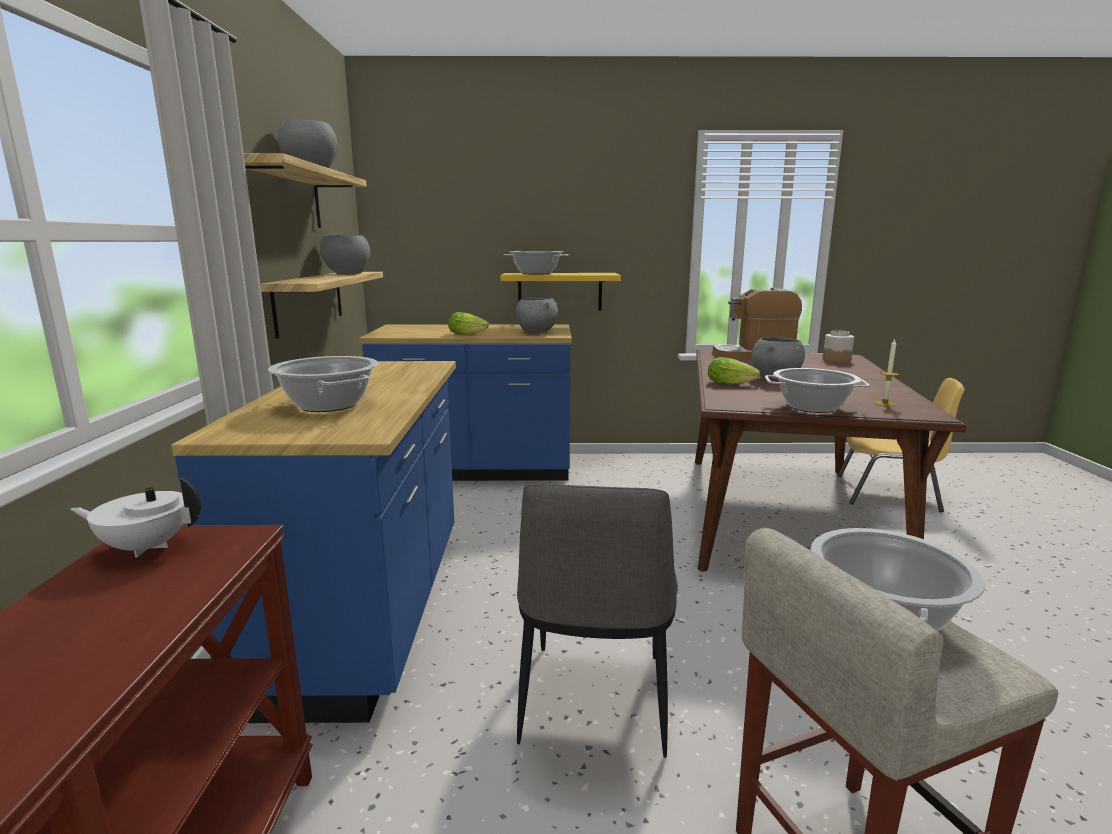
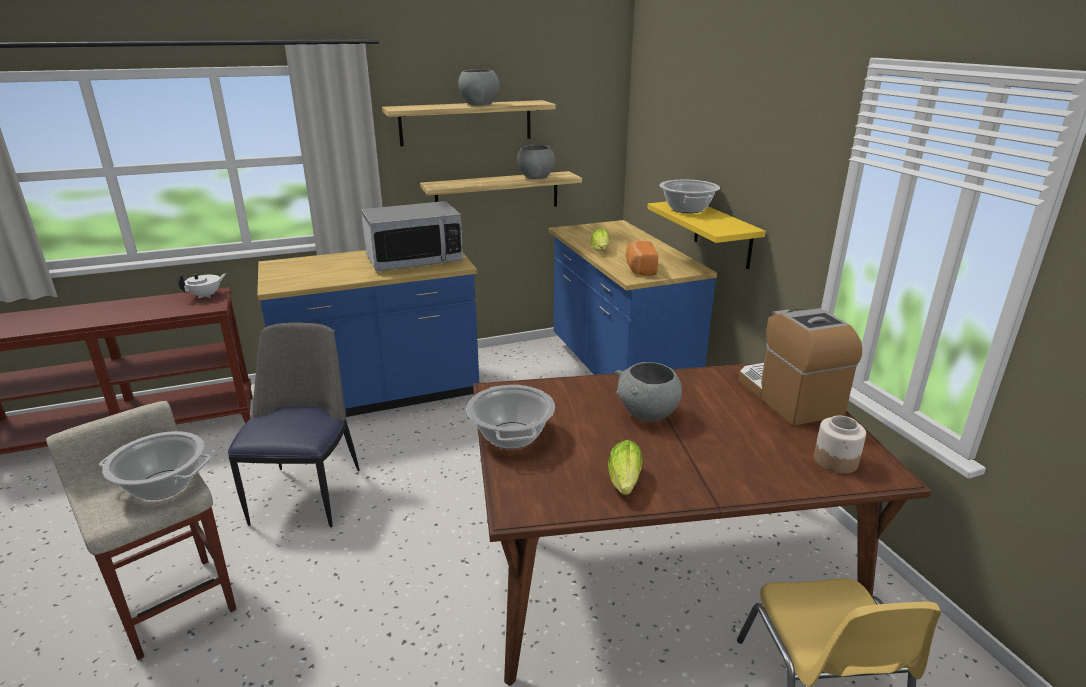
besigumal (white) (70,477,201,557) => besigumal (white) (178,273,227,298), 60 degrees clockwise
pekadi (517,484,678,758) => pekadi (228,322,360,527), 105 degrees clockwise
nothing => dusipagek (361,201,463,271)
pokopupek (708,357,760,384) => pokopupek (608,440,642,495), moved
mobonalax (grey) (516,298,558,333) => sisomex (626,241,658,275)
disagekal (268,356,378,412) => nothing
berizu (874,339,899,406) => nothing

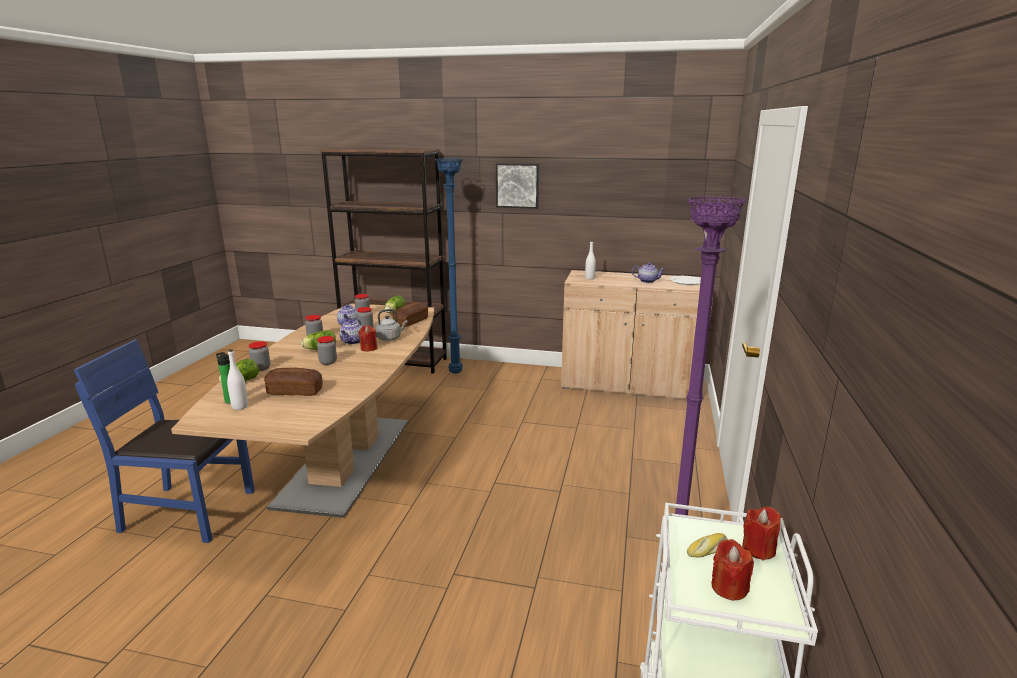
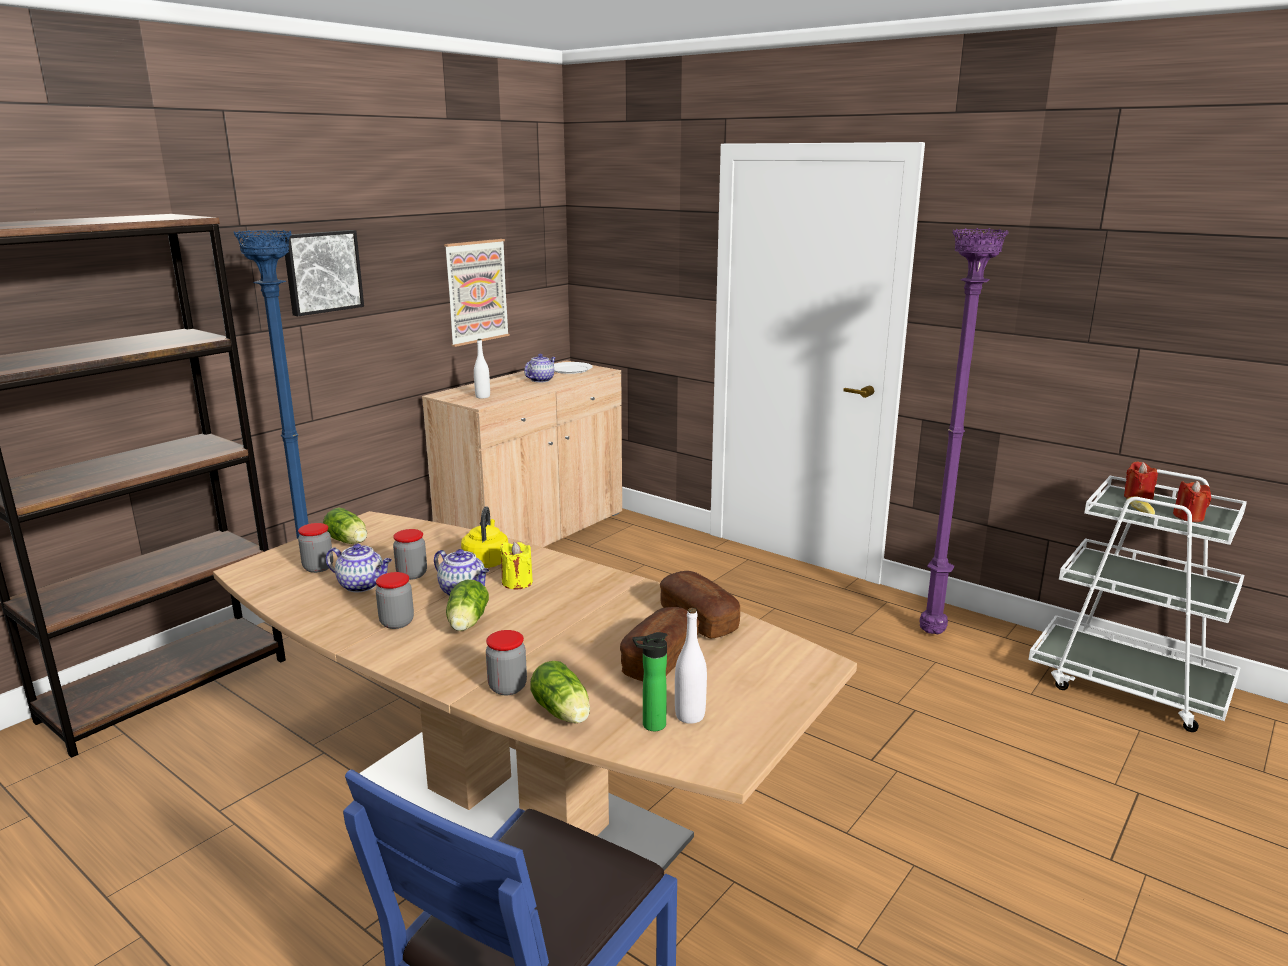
nothing => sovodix (444,239,510,347)
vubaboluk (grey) (375,309,408,341) => vubaboluk (yellow) (461,506,508,568)
berizu (red) (358,325,378,352) => berizu (yellow) (500,542,533,589)
sisomex (392,302,428,327) => sisomex (660,571,740,639), moved
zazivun (317,336,337,365) => nothing

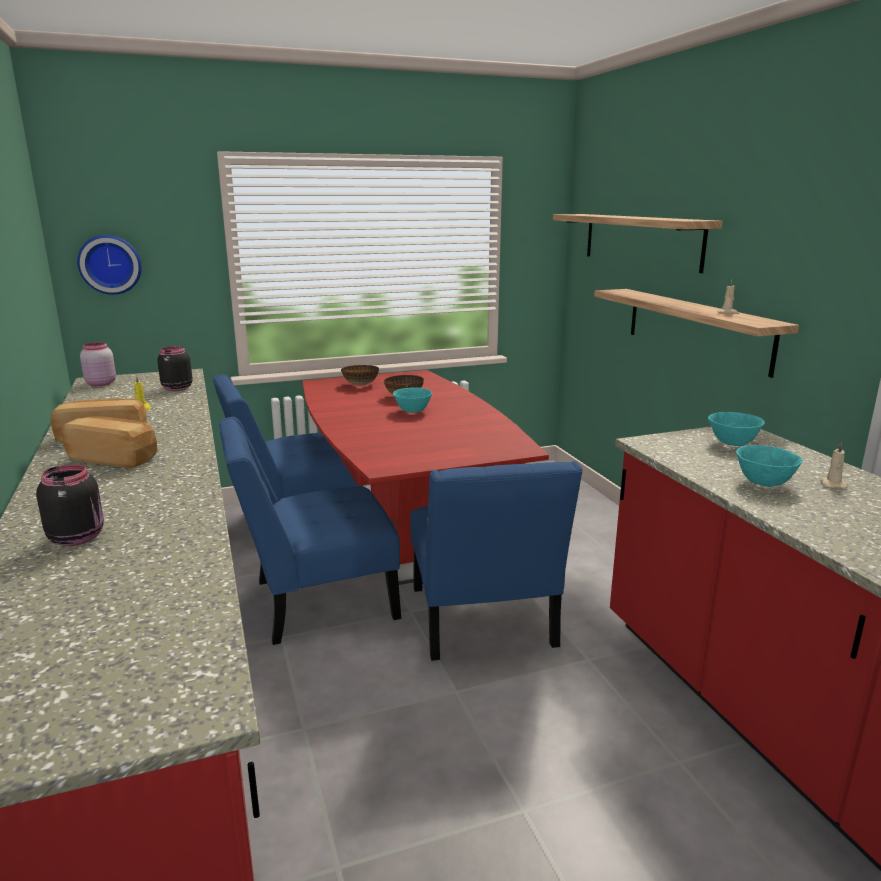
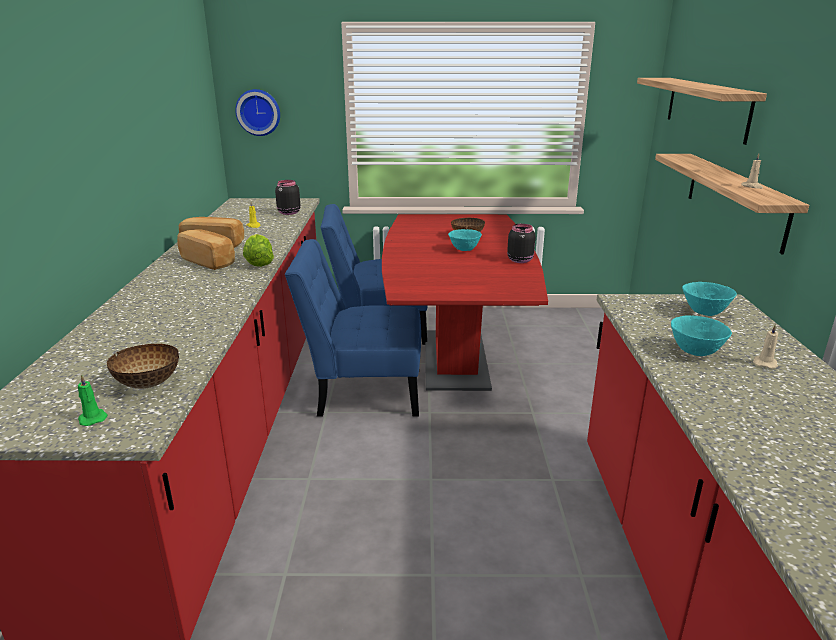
nothing => berizu (green) (78,374,108,426)
mobonalax (341,365,379,386) => mobonalax (107,344,179,389), moved
nothing => pokopupek (243,234,274,267)
zazivun (black) (36,464,104,546) => zazivun (black) (507,224,536,263), moved
zazivun (pink) (80,342,116,386) => nothing
pekadi (blue) (410,461,583,661) => nothing

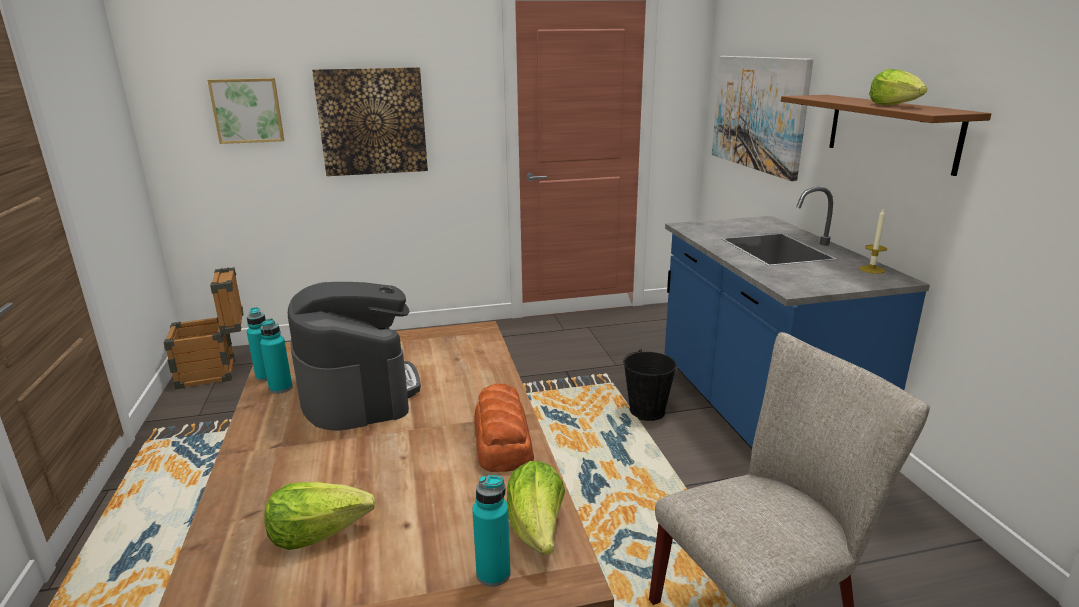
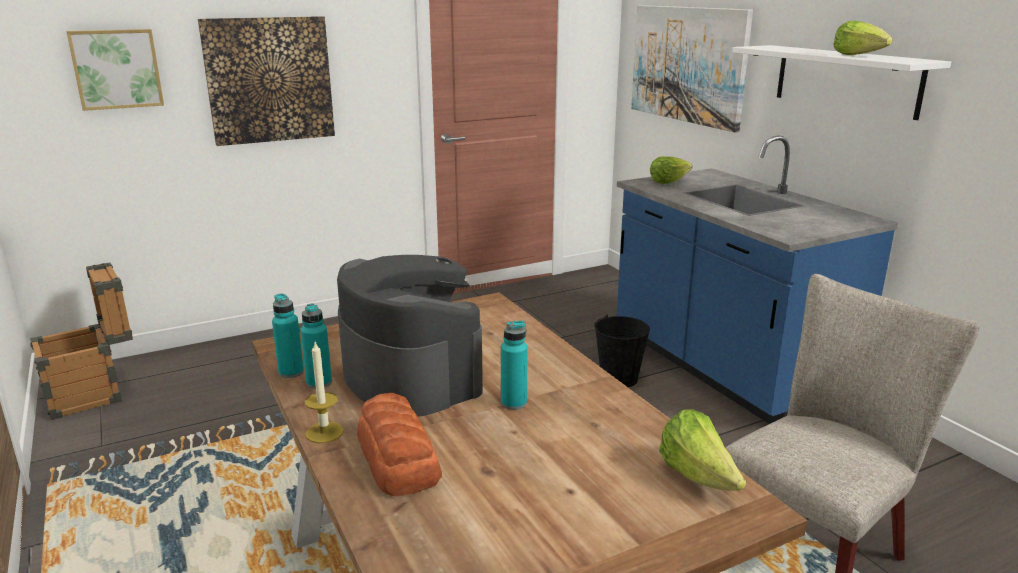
berizu (859,208,887,274) => berizu (304,342,344,443), moved
sisomex (474,384,534,472) => sisomex (357,393,442,497), moved
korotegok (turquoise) (472,475,511,587) => korotegok (turquoise) (501,321,528,410), moved
pokopupek (264,482,376,550) => pokopupek (650,156,692,184), moved
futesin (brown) (781,95,991,176) => futesin (white) (732,45,951,120)

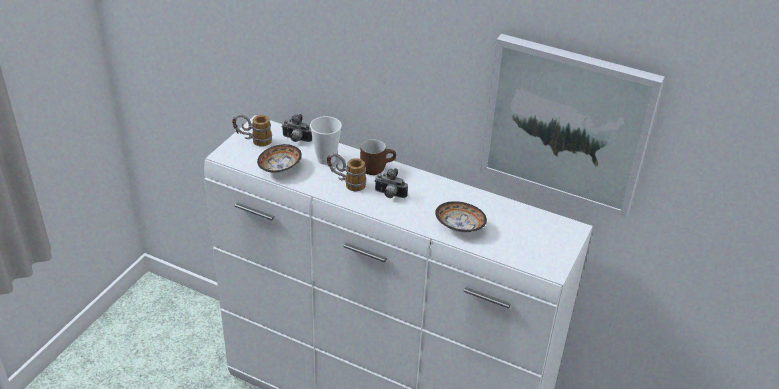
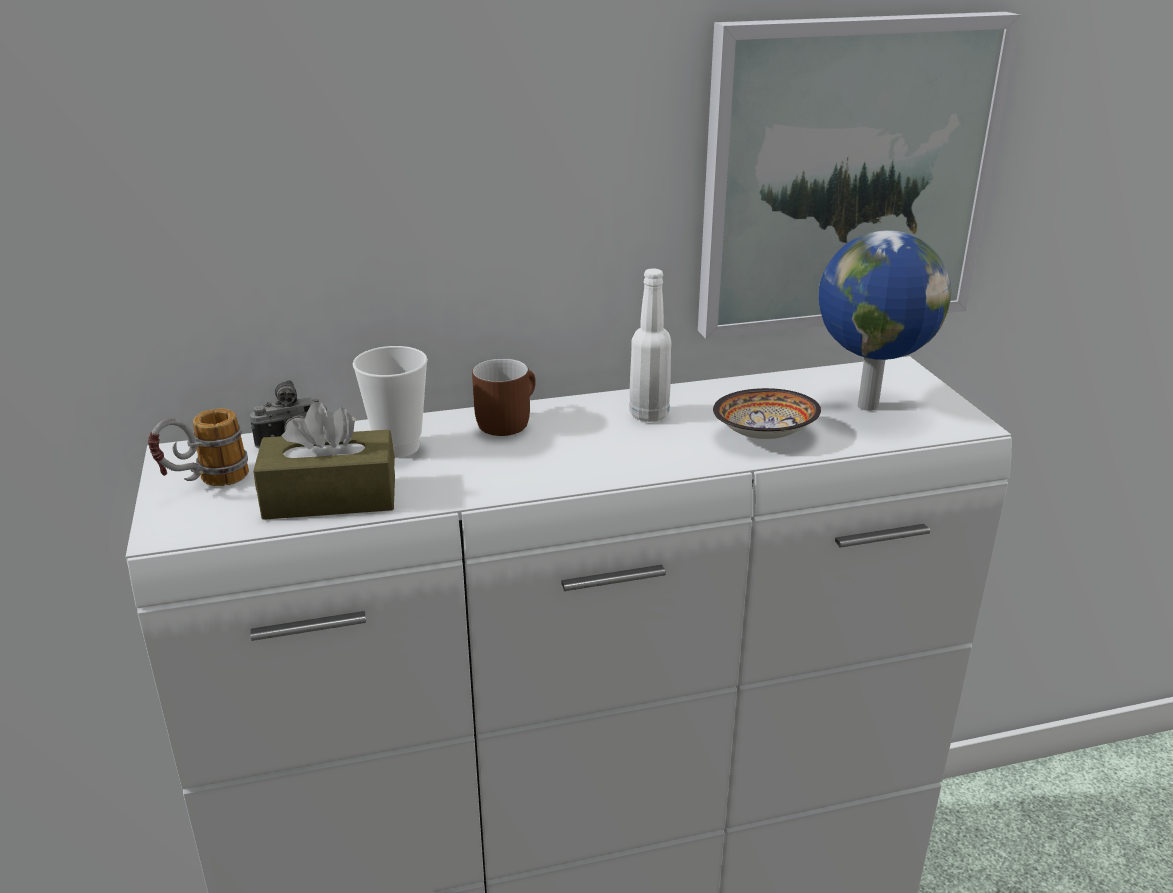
mobonalax (257,144,302,173) => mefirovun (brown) (253,402,395,520)
nothing => korotegok (white) (629,269,671,422)
nothing => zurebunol (818,230,951,411)
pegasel (327,154,366,191) => nothing
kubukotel (374,168,408,198) => nothing

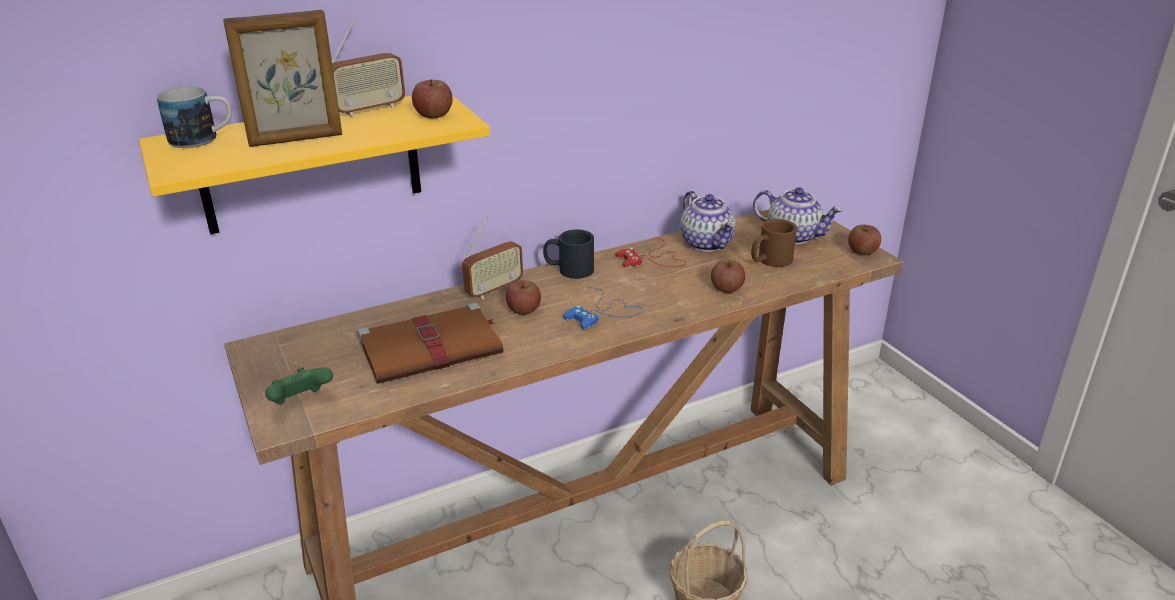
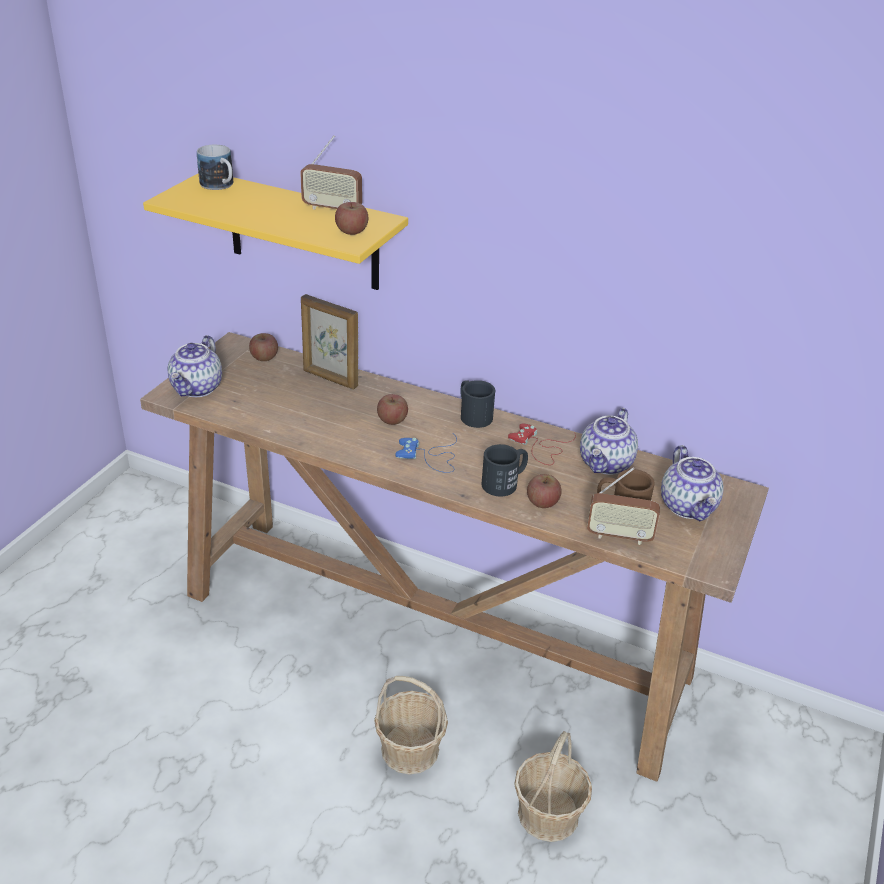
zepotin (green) (265,367,333,404) => besigumal (168,335,222,397)
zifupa (848,225,881,255) => zifupa (249,333,278,361), moved
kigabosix (223,10,342,147) => kigabosix (301,294,358,390), moved
nothing => pegasel (black) (482,444,528,497)
nothing => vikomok (514,731,592,842)
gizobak (462,218,523,299) => gizobak (587,467,660,545), moved
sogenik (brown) (358,303,503,384) => nothing

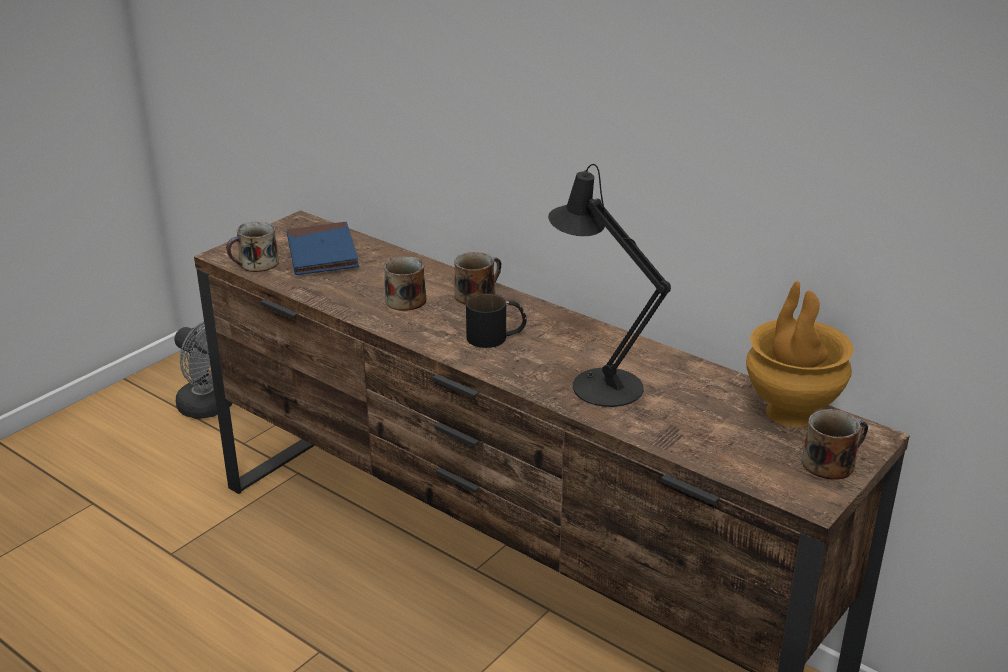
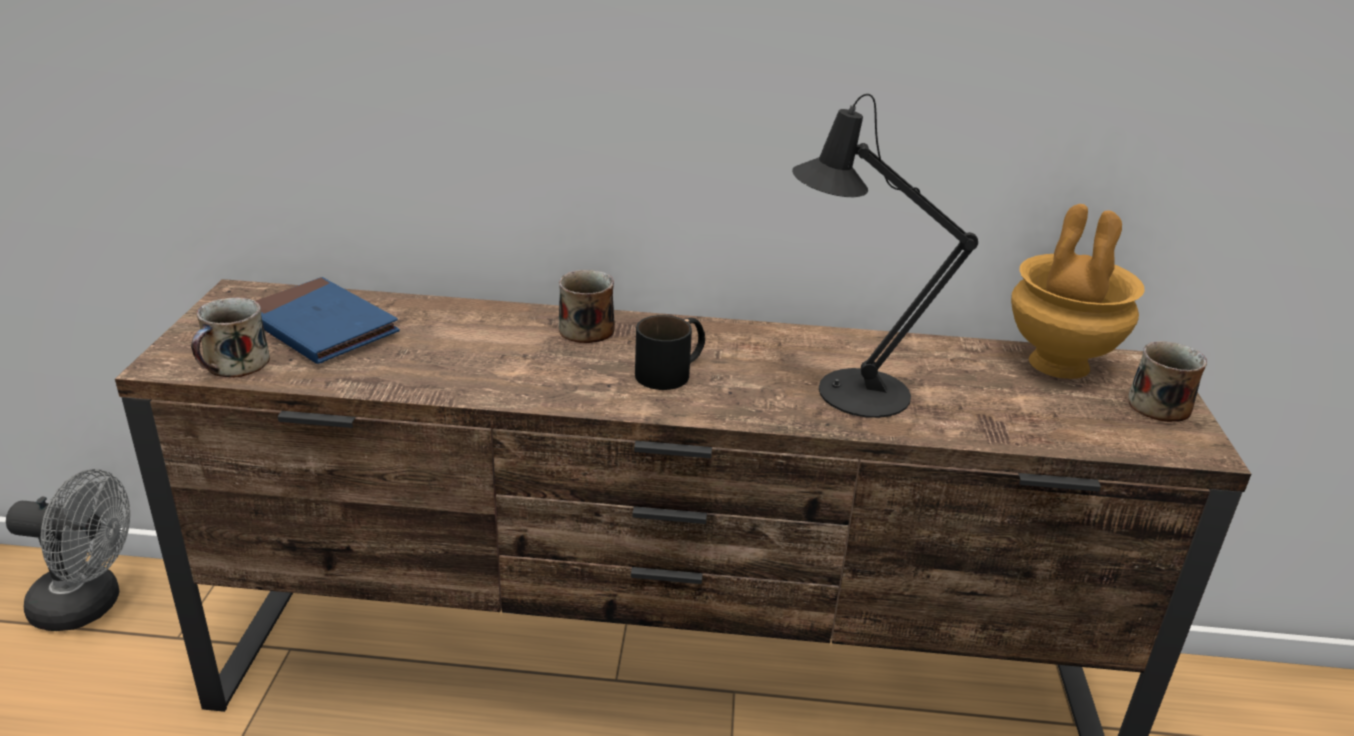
pegasel (384,257,426,311) => nothing

